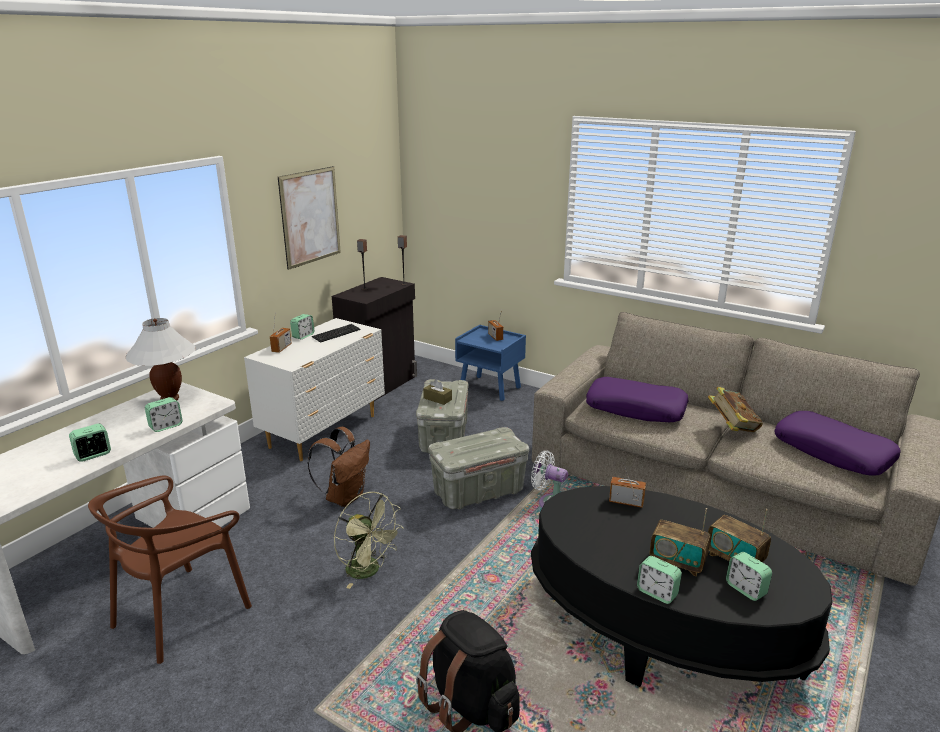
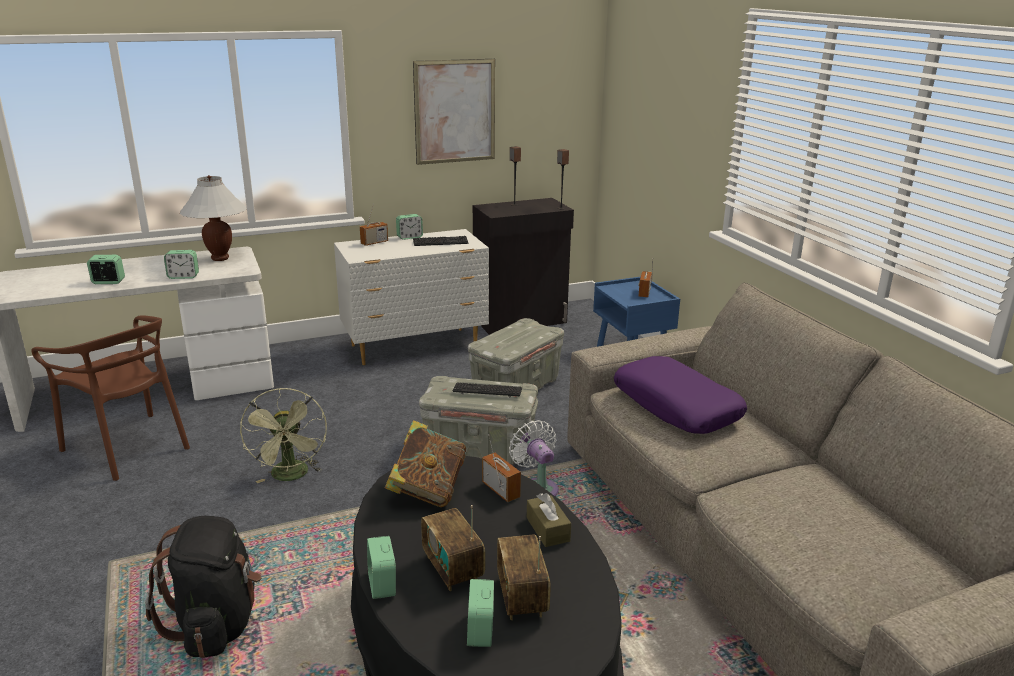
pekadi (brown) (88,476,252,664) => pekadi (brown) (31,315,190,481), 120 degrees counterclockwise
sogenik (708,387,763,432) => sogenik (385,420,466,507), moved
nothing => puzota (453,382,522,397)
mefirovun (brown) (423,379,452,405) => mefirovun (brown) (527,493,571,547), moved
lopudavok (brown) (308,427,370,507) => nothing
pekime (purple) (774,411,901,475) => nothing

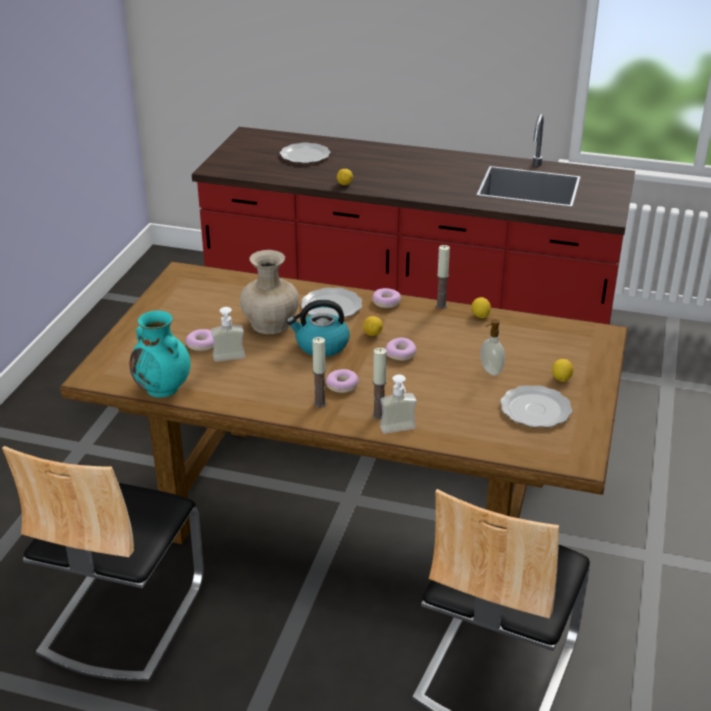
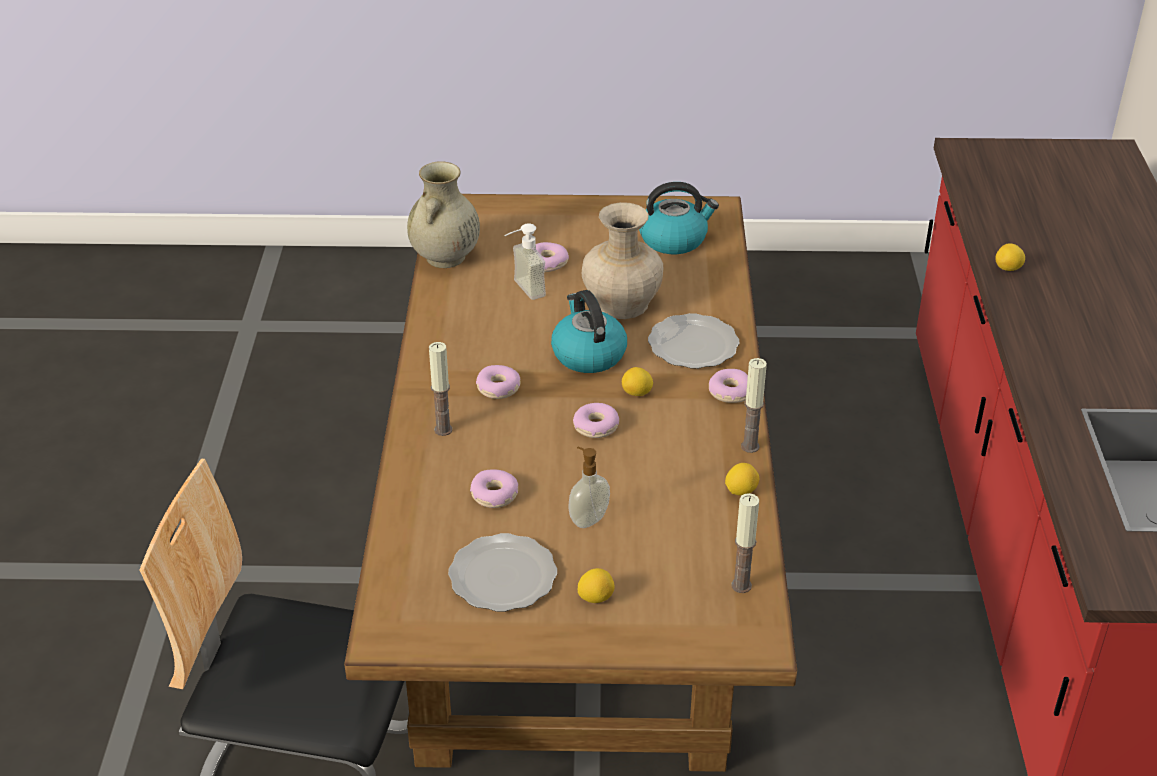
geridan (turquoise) (129,311,191,398) => geridan (beige) (407,161,480,268)
nothing => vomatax (470,469,518,508)
nothing => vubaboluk (639,182,719,254)
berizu (312,337,327,408) => berizu (731,493,759,593), moved
pekadi (2,446,204,682) => nothing
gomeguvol (280,143,330,163) => nothing
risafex (380,374,417,434) => nothing

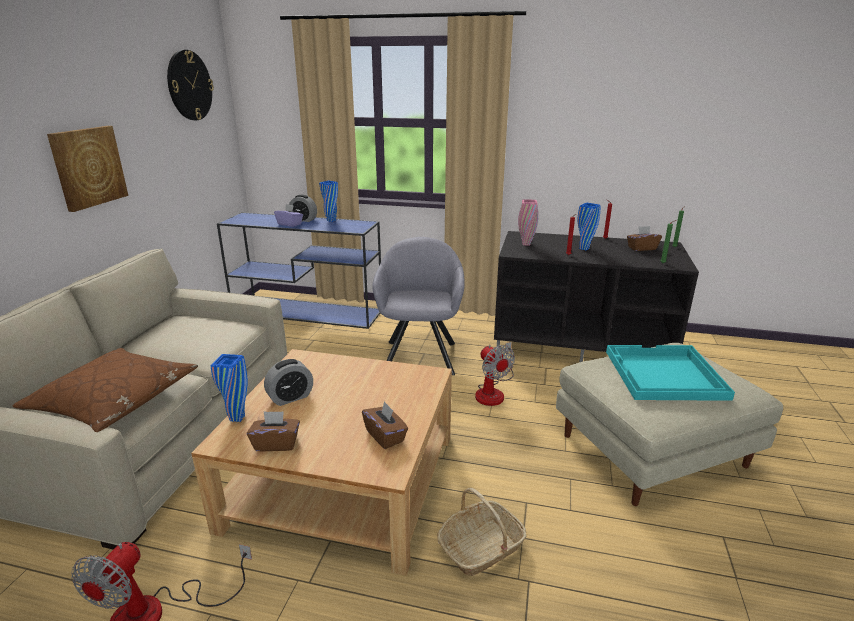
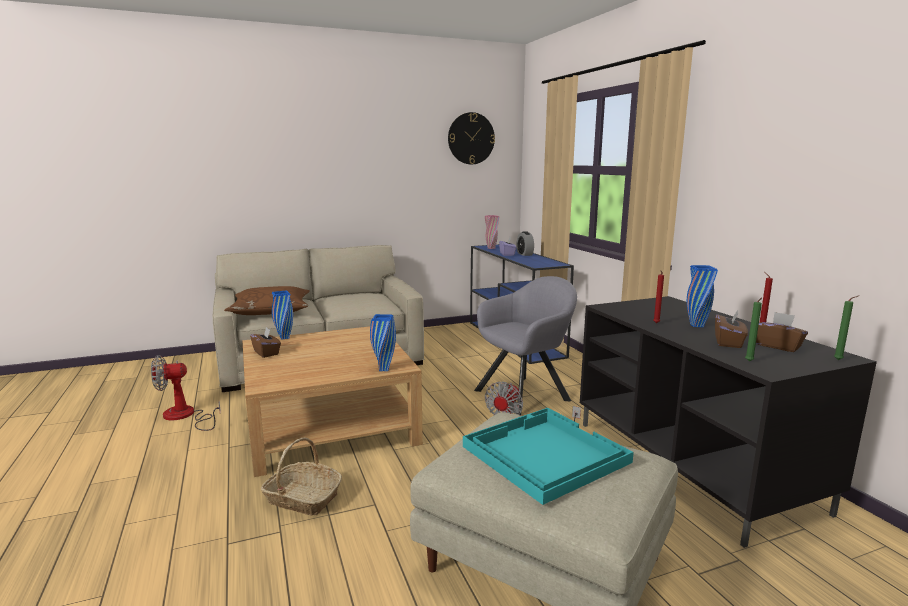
geridan (blue) (319,180,338,222) => geridan (blue) (370,314,396,371), moved
geridan (pink) (518,199,538,246) => geridan (pink) (485,215,499,249), moved
mefirovun (brown) (362,401,408,449) => mefirovun (brown) (715,311,748,348), moved
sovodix (47,126,128,212) => nothing
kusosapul (264,359,313,406) => nothing

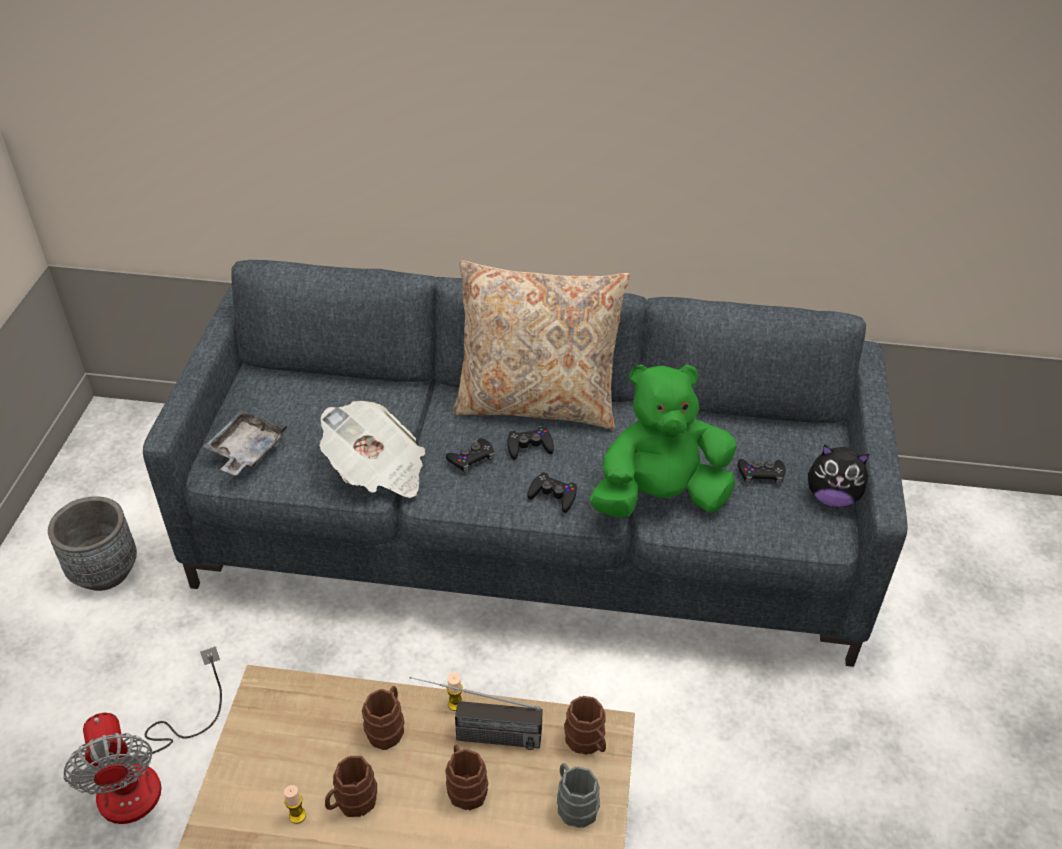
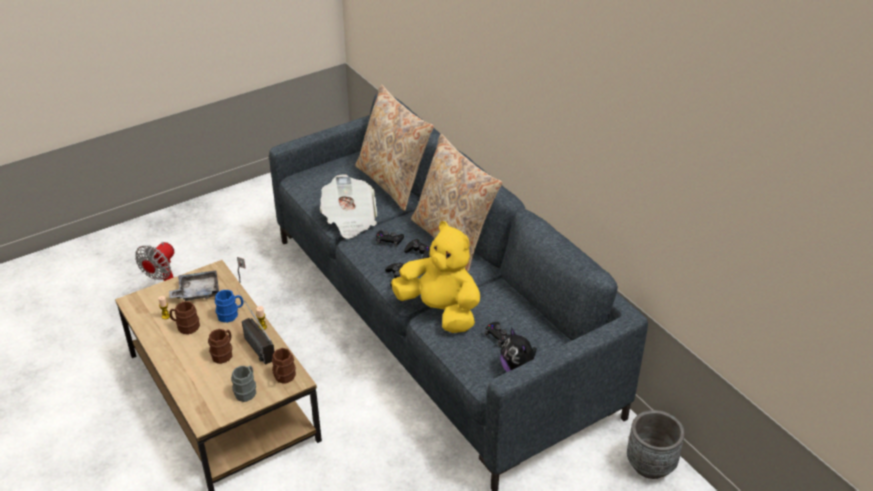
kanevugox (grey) (203,410,287,475) => kanevugox (grey) (169,271,219,301), moved
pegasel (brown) (362,686,404,750) => pegasel (blue) (215,290,244,323)
nothing => pekime (beige) (355,85,434,211)
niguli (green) (590,364,736,518) => niguli (yellow) (391,221,480,333)
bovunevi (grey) (48,496,137,591) => bovunevi (grey) (627,410,685,479), moved

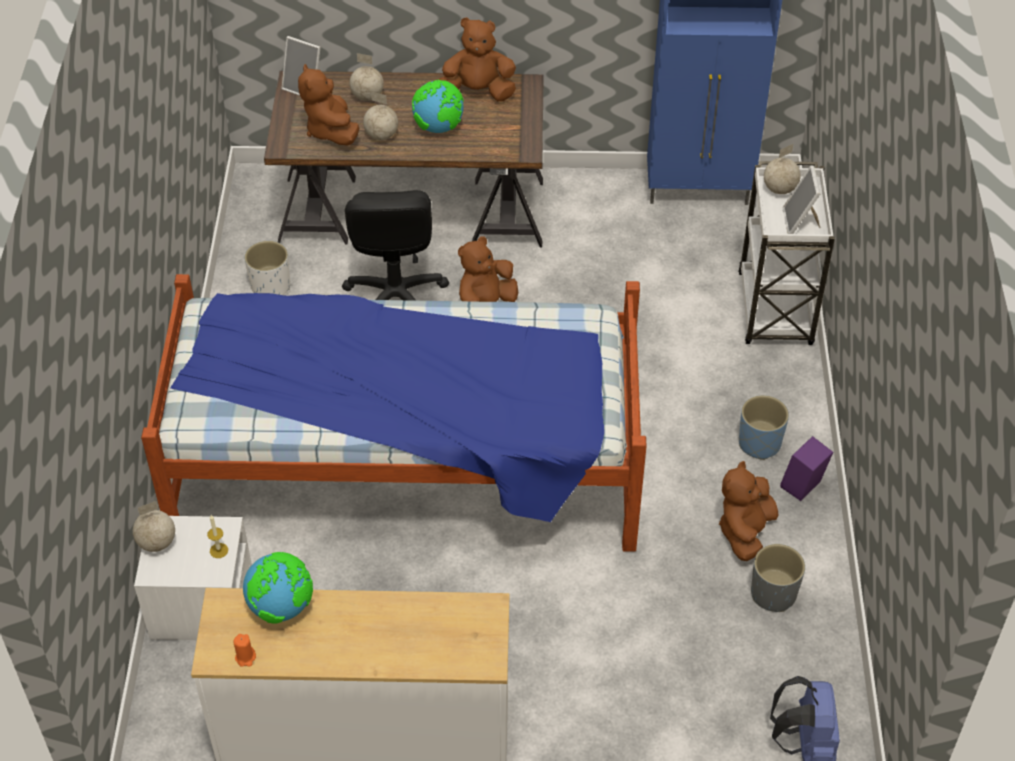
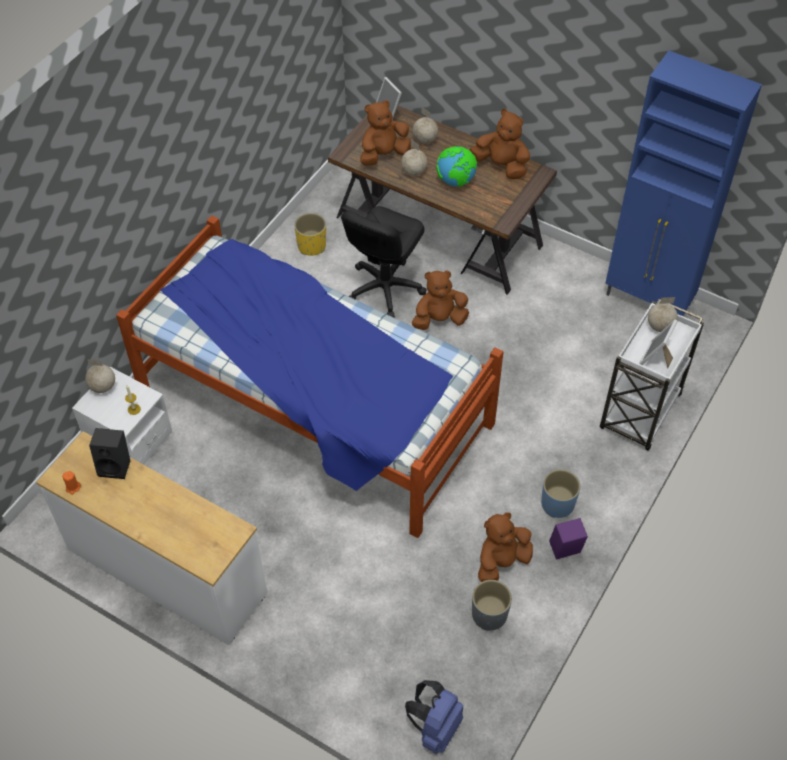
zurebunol (243,552,313,624) => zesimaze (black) (89,428,130,479)
bovunevi (white) (244,241,290,295) => bovunevi (yellow) (294,213,326,256)
niguli (brown) (298,64,359,145) => niguli (brown) (360,100,411,166), 45 degrees clockwise

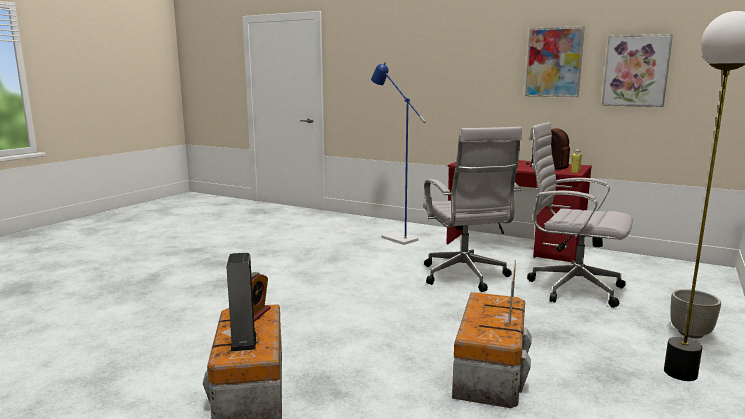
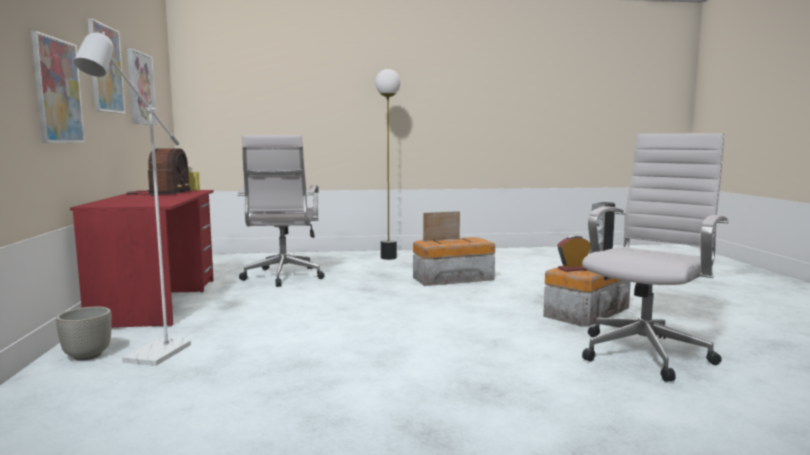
nothing => sovodix (31,31,85,143)
bovunevi (grey) (670,289,721,338) => bovunevi (grey) (56,307,112,361), moved
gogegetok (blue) (371,62,426,245) => gogegetok (white) (74,32,191,366)
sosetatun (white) (423,127,522,292) => sosetatun (white) (582,133,729,382), moved

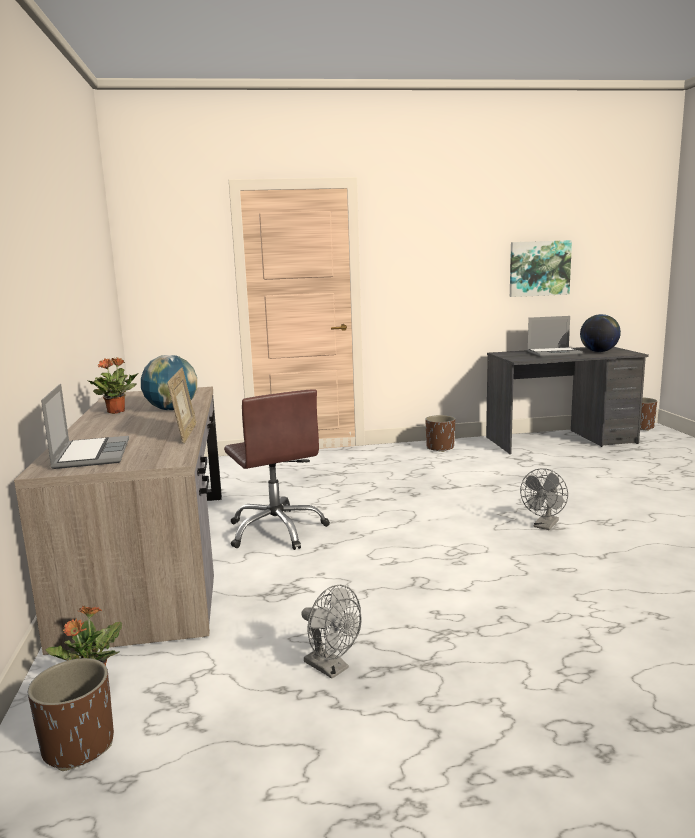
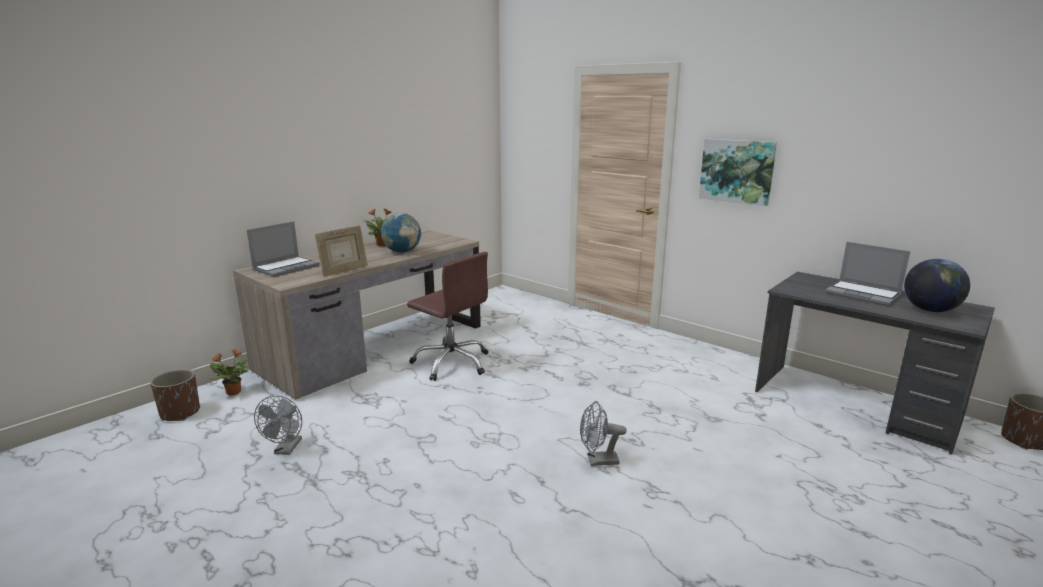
sosetatun (brown) (224,389,330,550) => sosetatun (brown) (407,252,488,381), 75 degrees counterclockwise
sovodix (510,240,572,297) => sovodix (699,139,777,206), moved
bovunevi (brown) (425,415,455,452) => nothing

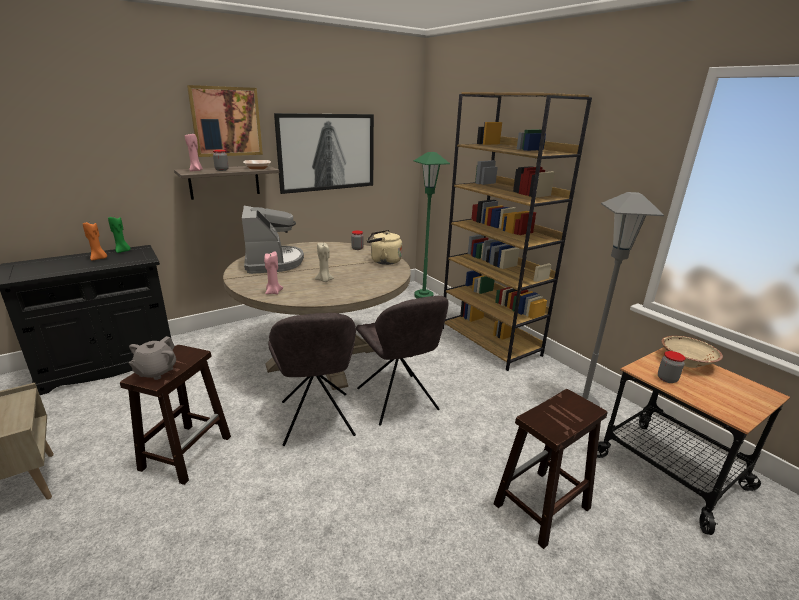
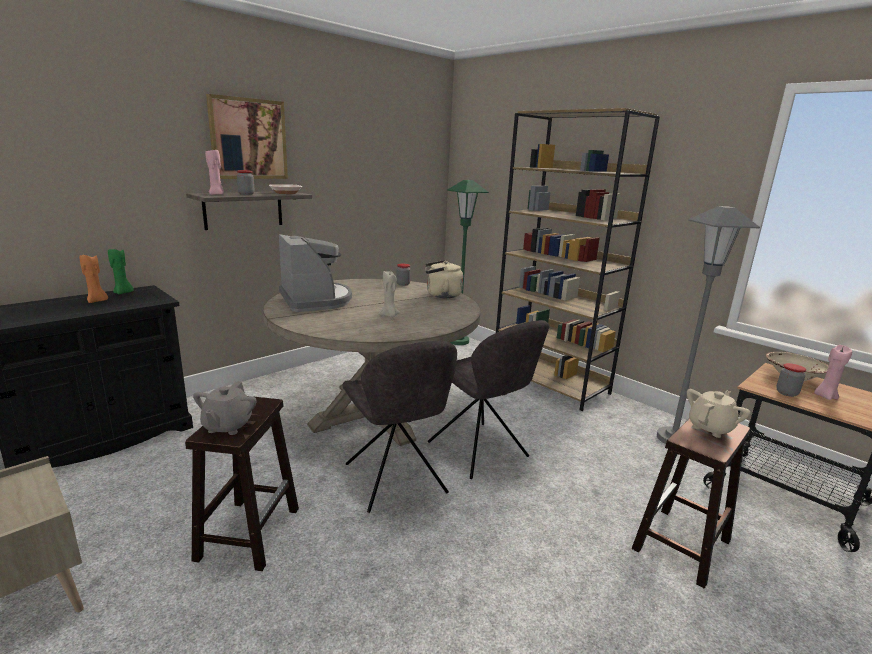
nothing => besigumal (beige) (687,389,750,438)
berizu (pink) (264,251,283,295) => berizu (pink) (814,345,852,400), moved
sovodix (274,113,374,194) => nothing

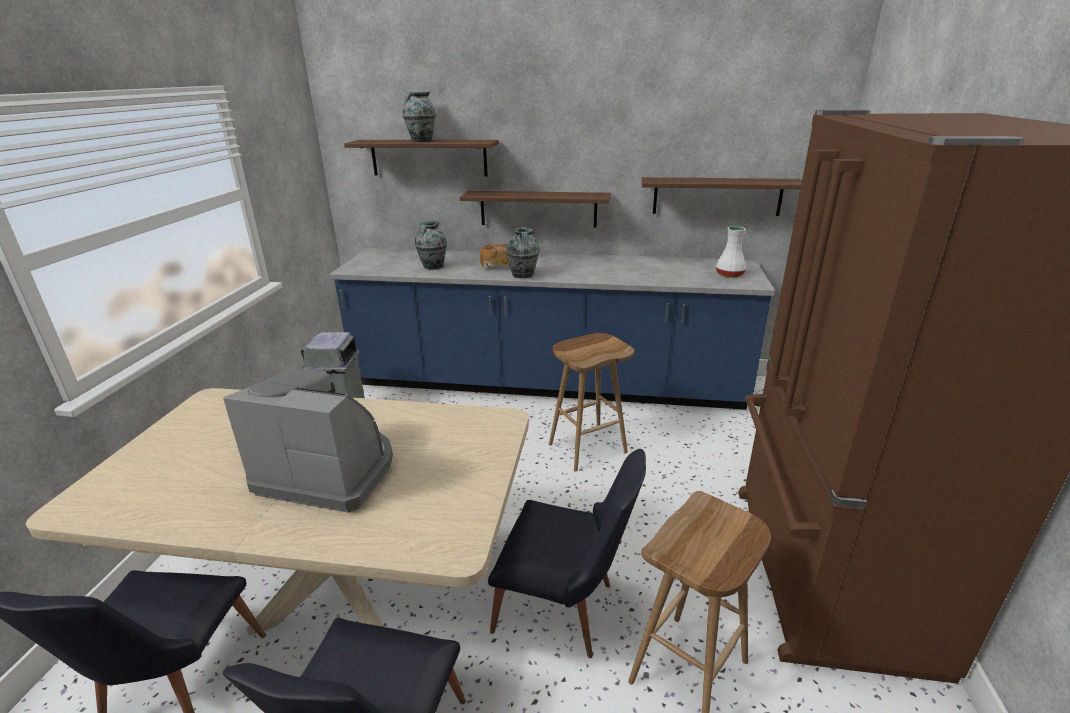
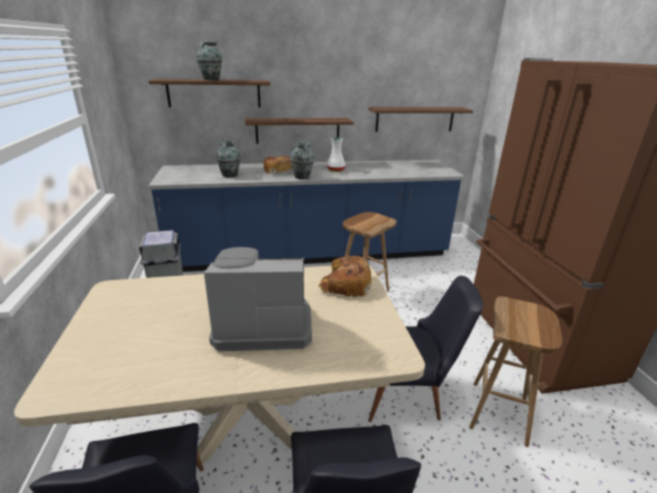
nothing => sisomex (318,256,371,297)
geridan (white) (716,226,746,278) => geridan (white) (327,138,346,172), moved

